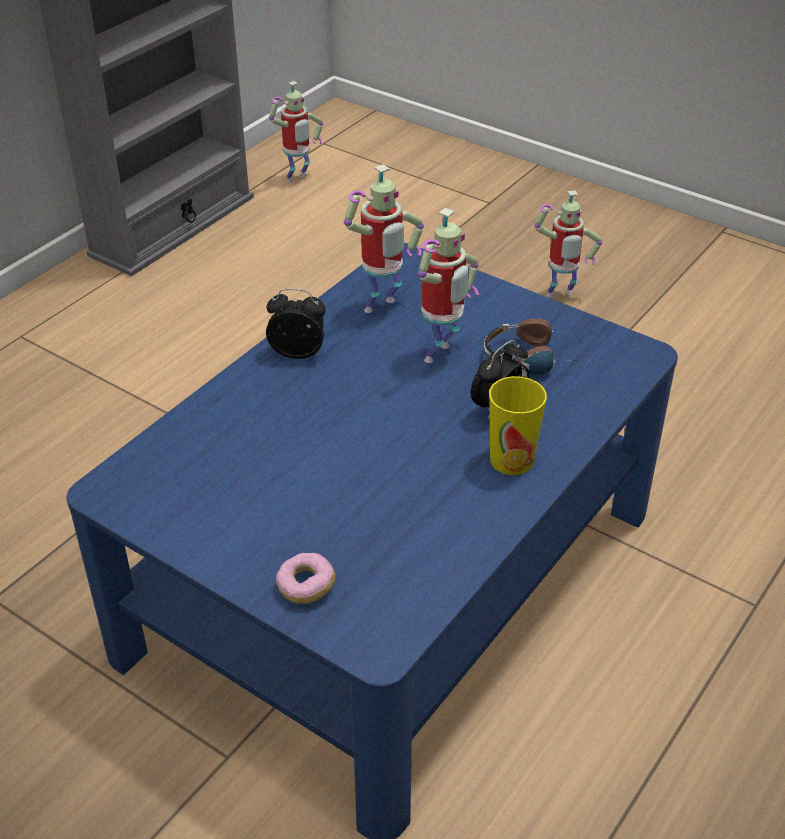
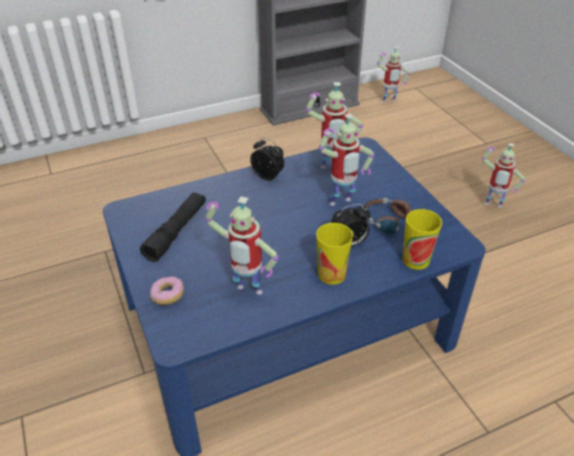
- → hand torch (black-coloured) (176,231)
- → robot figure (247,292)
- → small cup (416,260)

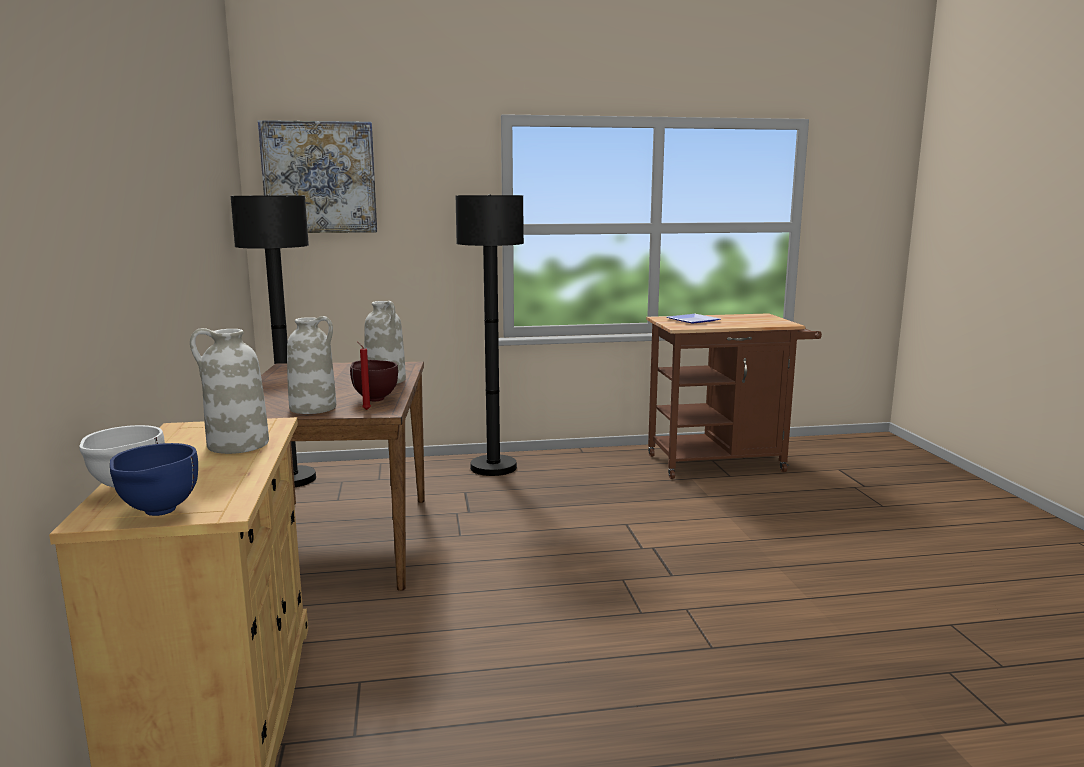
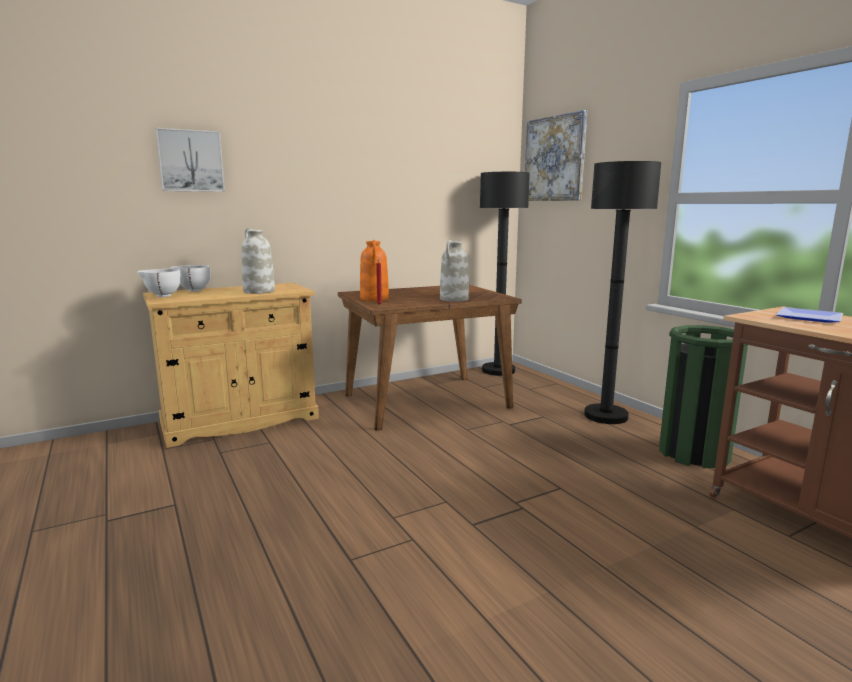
serving bowl (blue-coloured) (158,512) → serving bowl (white-coloured) (161,296)
flower vase (white-coloured) (314,408) → flower vase (orange) (374,298)
serving bowl (brown) (374,399) → -
- → wall picture (190,161)
- → waste bin (green) (694,453)

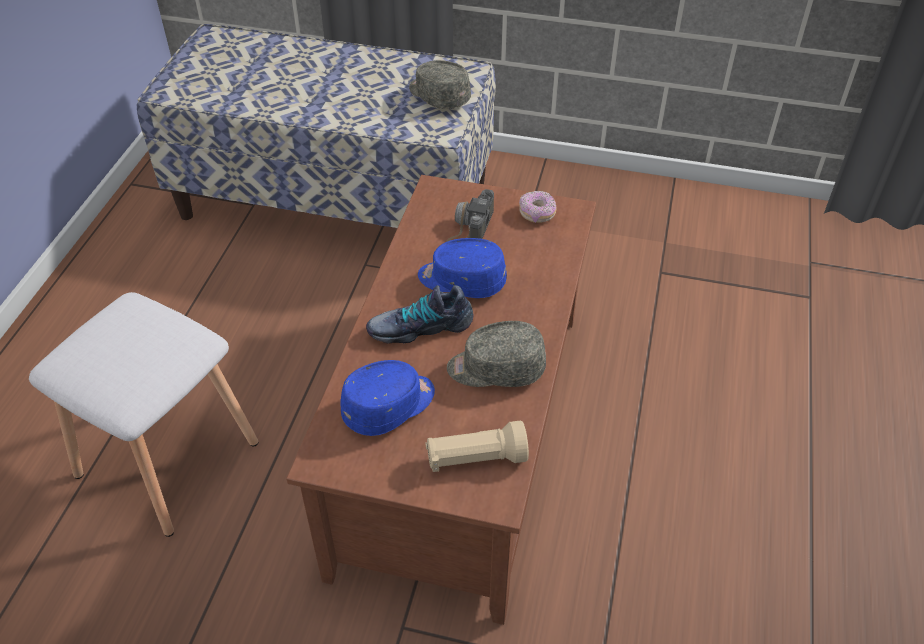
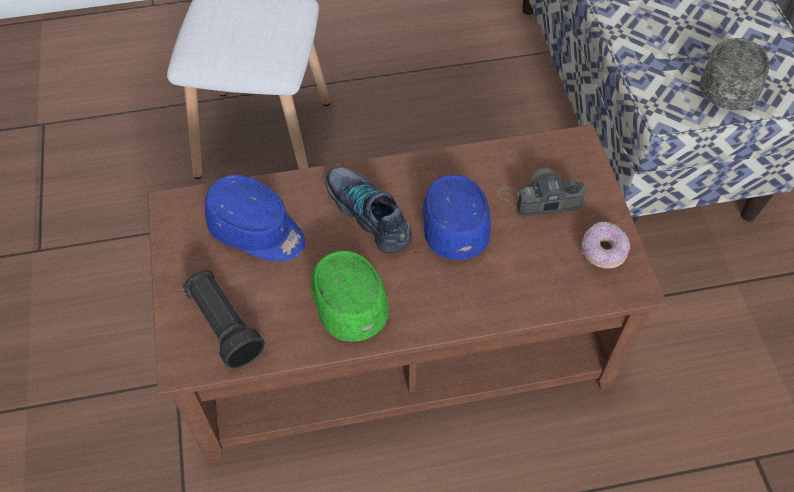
hand torch (sand-coloured) (475,459) → hand torch (black-coloured) (224,325)
cap (greyish) (495,368) → cap (green) (346,299)

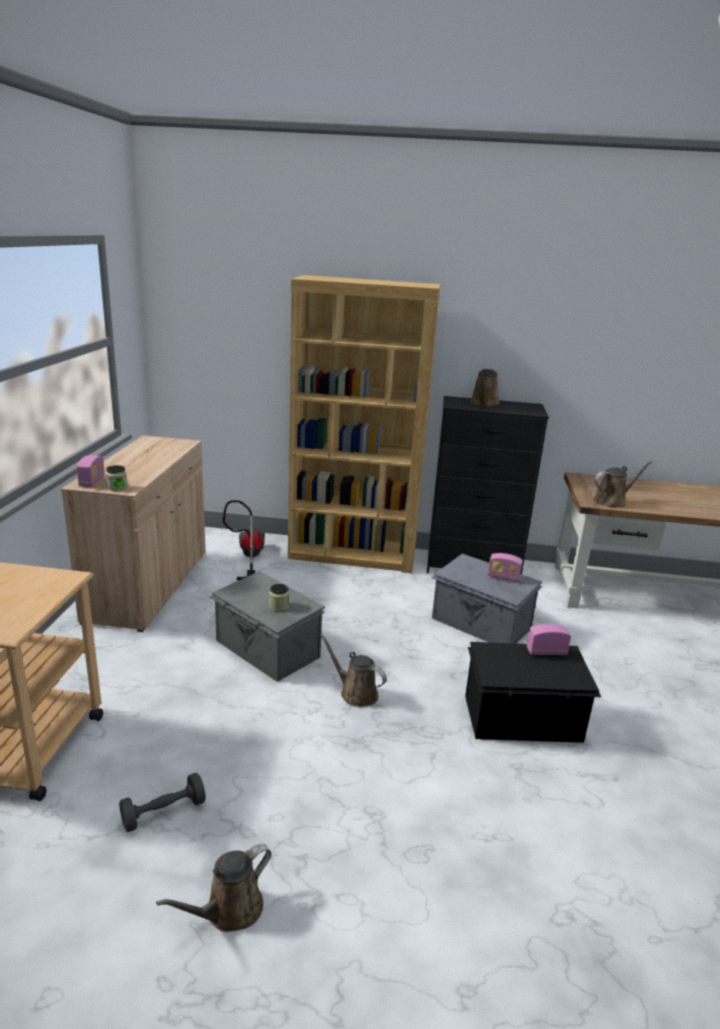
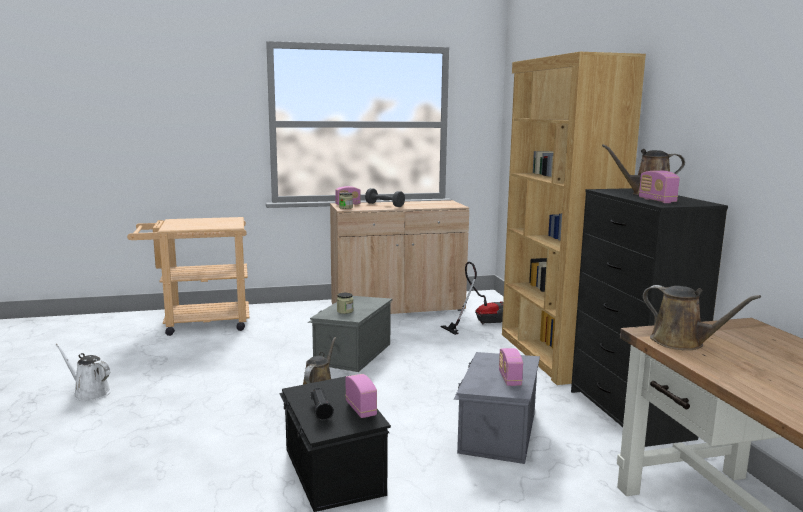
dumbbell (greyish) (163,812) → dumbbell (greyish) (384,205), move
sprinkling can (brown) (229,910) → sprinkling can (white-coloured) (89,392)
- → hand torch (black-coloured) (321,410)
- → radio (657,201)

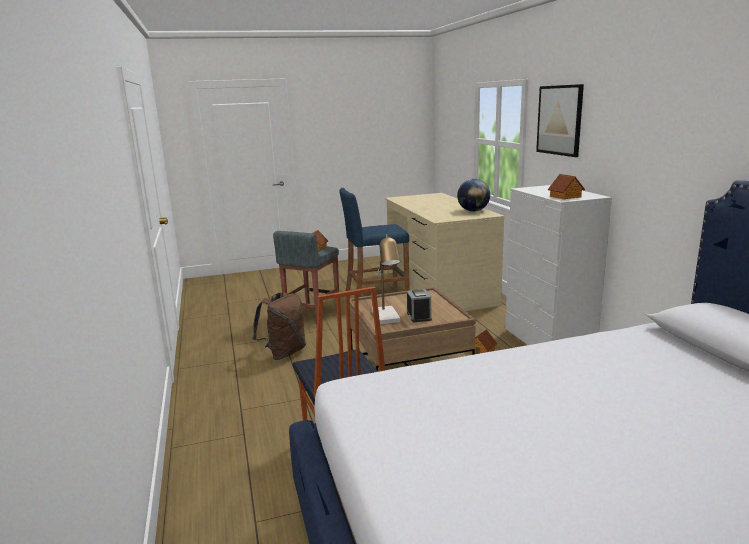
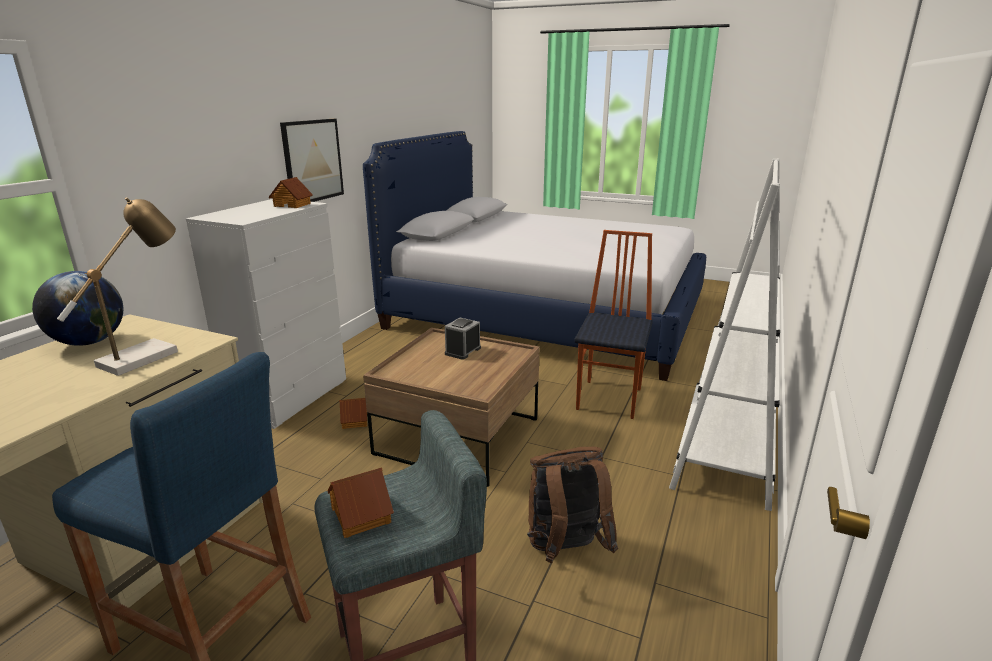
table lamp (387,318) → table lamp (146,355), move
wall picture (559,120) → wall picture (312,161), move
- → bookshelf (white-coloured) (725,450)

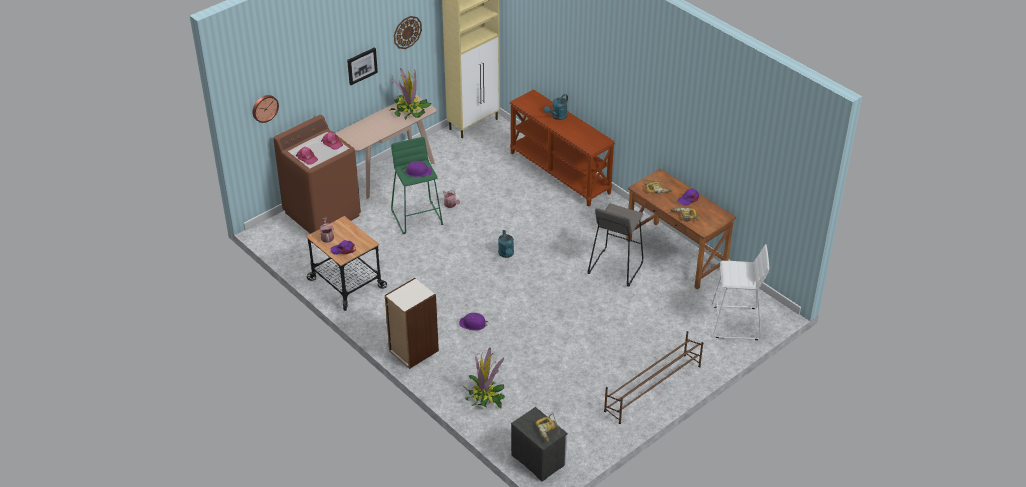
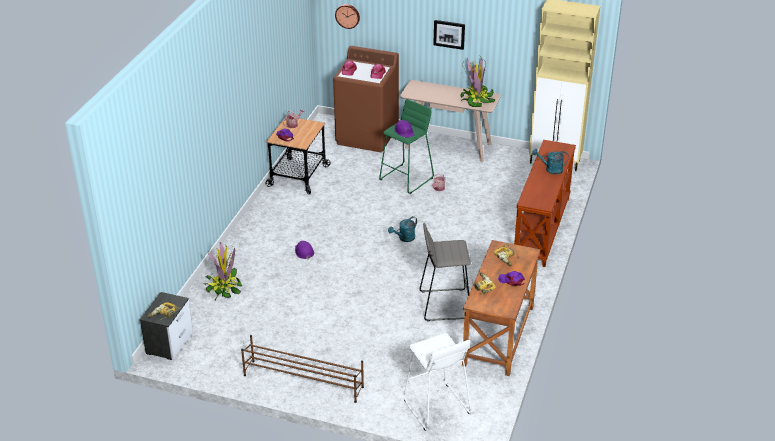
bookshelf (413,351) → -
hanging clock (407,32) → -

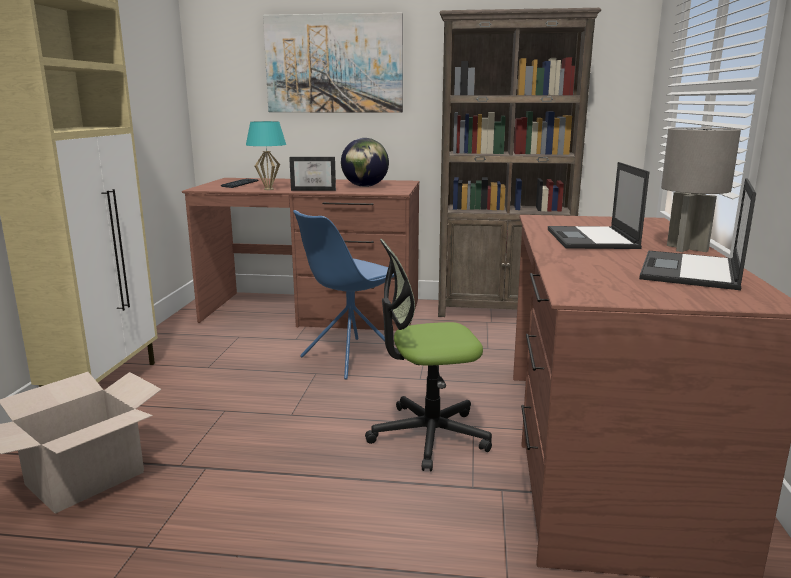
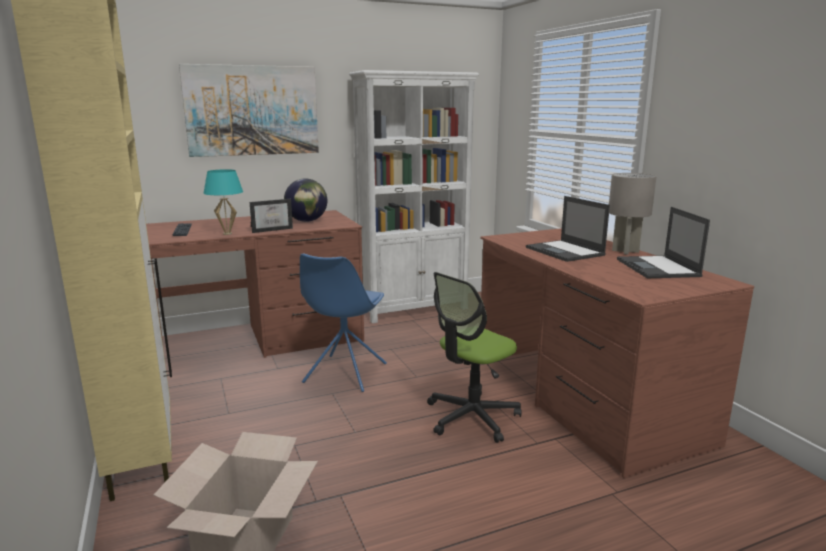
bookshelf (brown) (502,311) → bookshelf (white-coloured) (414,309)

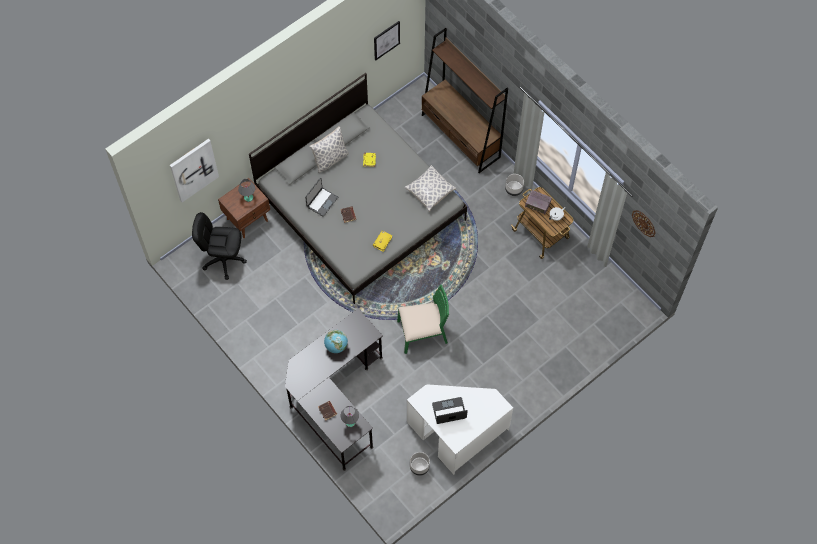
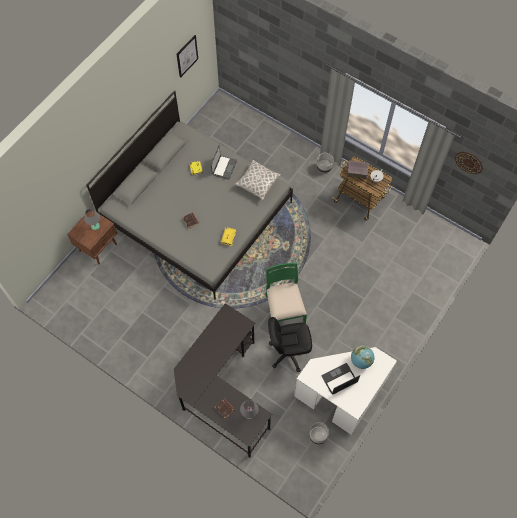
wall picture (193,169) → -
computer chair (black-coloured) (224,259) → computer chair (black-coloured) (288,352), move
notebook computer (322,202) → notebook computer (223,167), move
cushion (330,159) → -
globe (336,346) → globe (361,361), move
plain chair (green) (423,332) → plain chair (green) (284,310), 75 degrees counterclockwise
bookshelf (brown) (460,136) → -

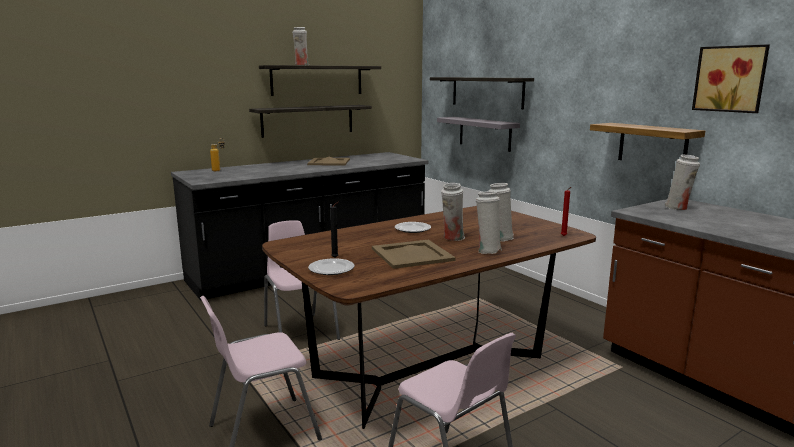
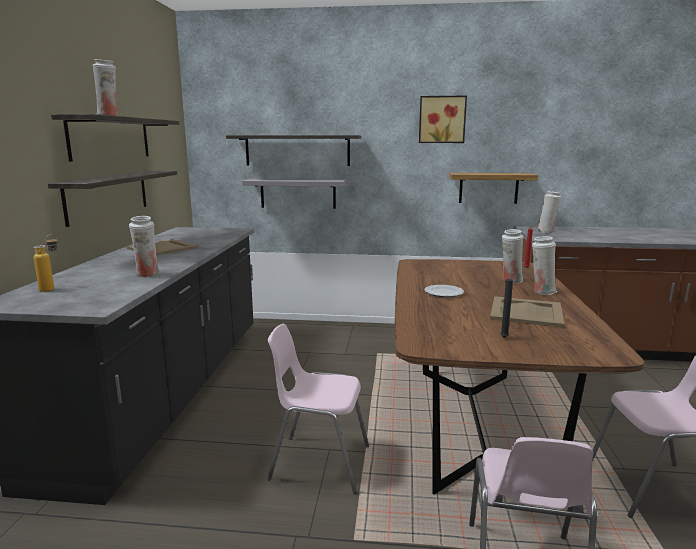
dinner plate (331,269) → -
flower vase (white-coloured) (452,238) → flower vase (white-coloured) (147,275), move
wall picture (730,79) → wall picture (442,119), move

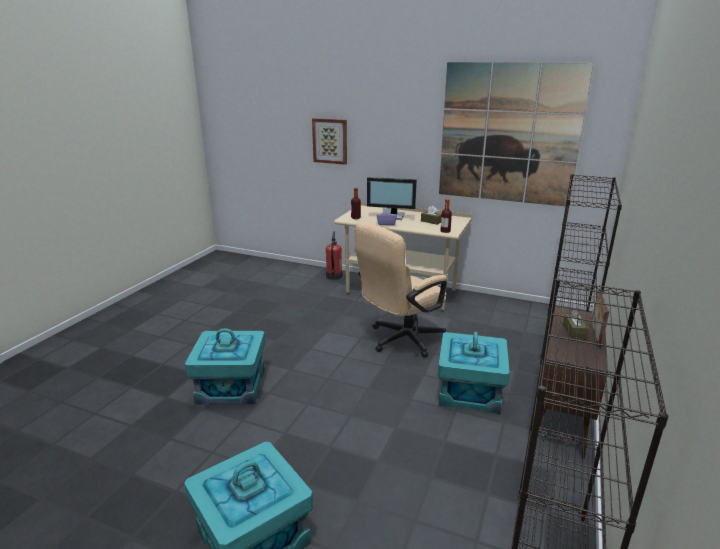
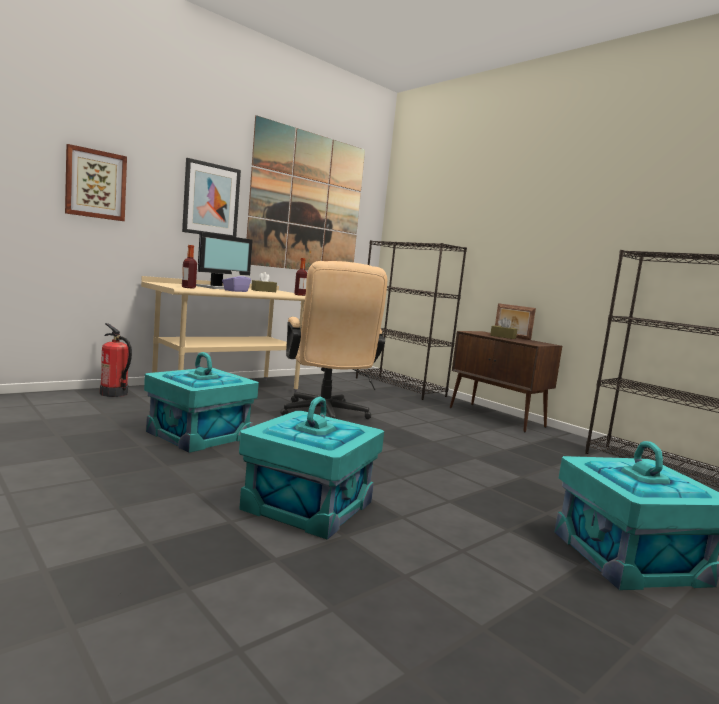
storage container (turquoise-coloured) (470,391) → storage container (turquoise-coloured) (199,435), move
- → wall picture (211,200)

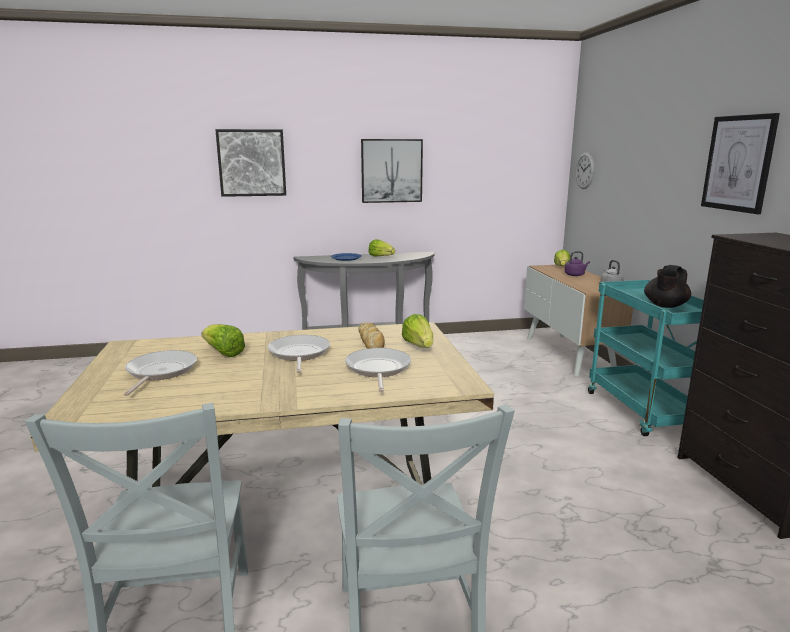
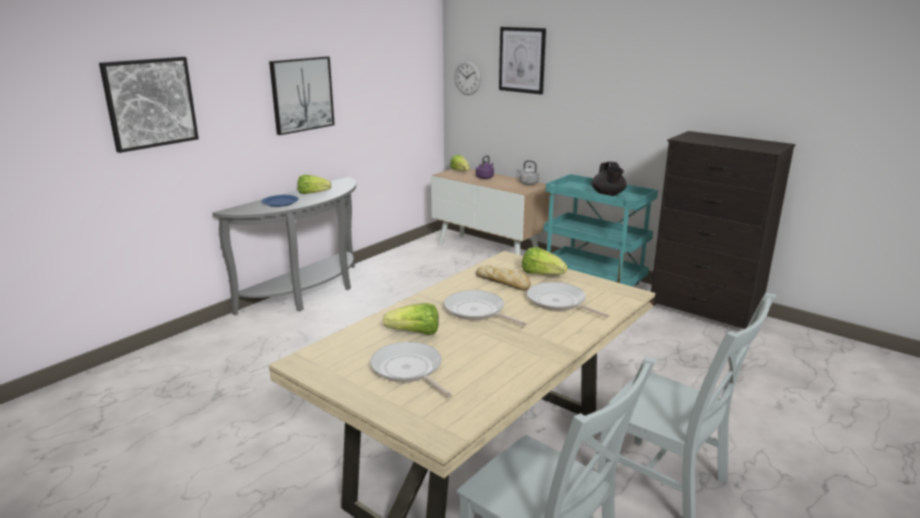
wall picture (738,163) → wall picture (522,60), move

